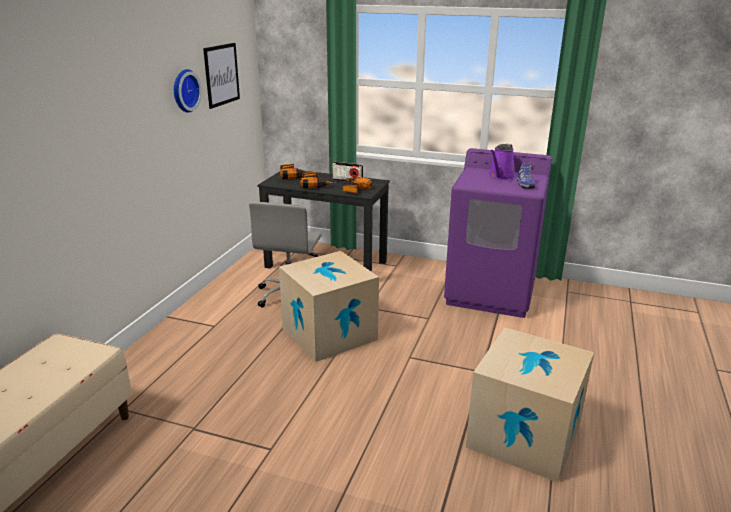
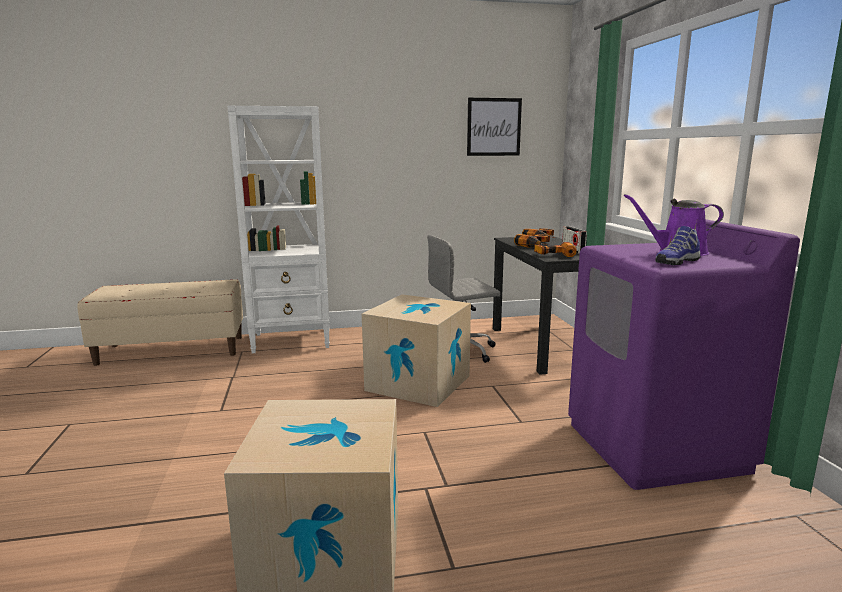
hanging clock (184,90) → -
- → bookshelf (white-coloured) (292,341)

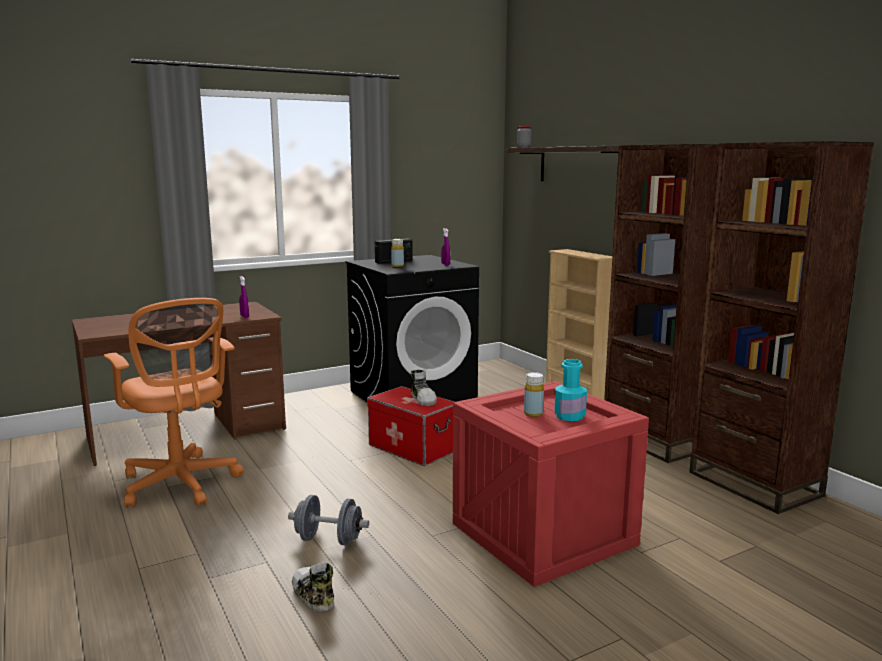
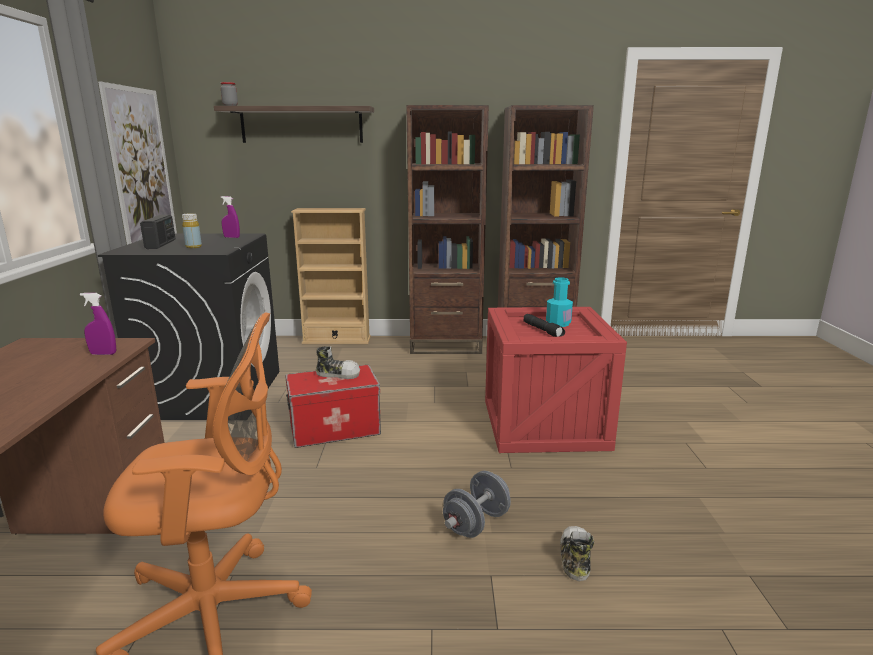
item of footwear (313,596) → item of footwear (574,558), 105 degrees clockwise
beverage bottle (yellowish) (533,414) → hand torch (black-coloured) (543,330)
- → wall picture (141,167)

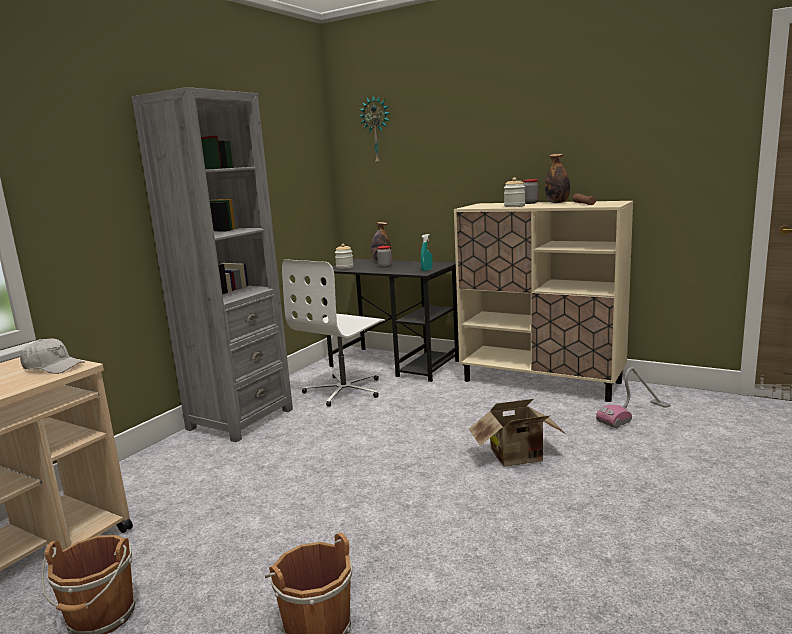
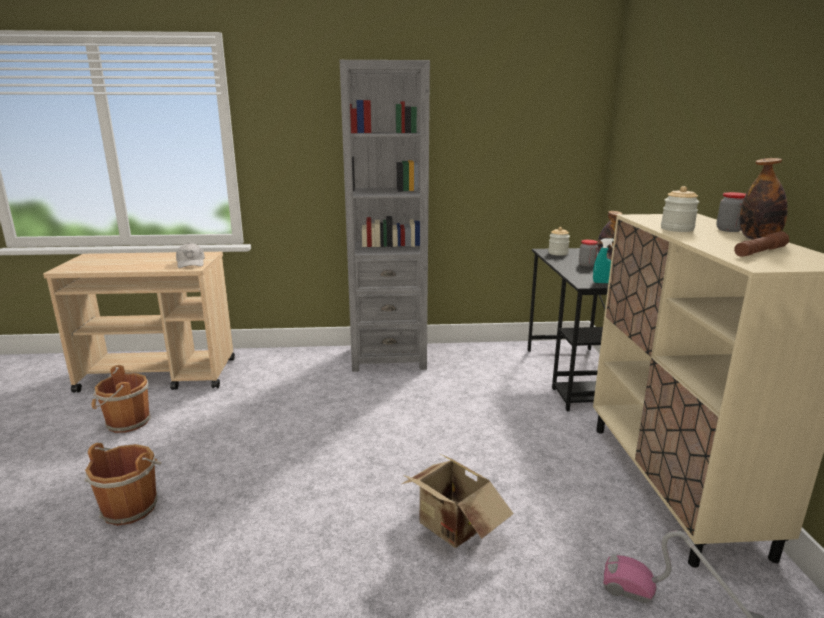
computer chair (white-coloured) (345,390) → -
hanging clock (377,130) → -

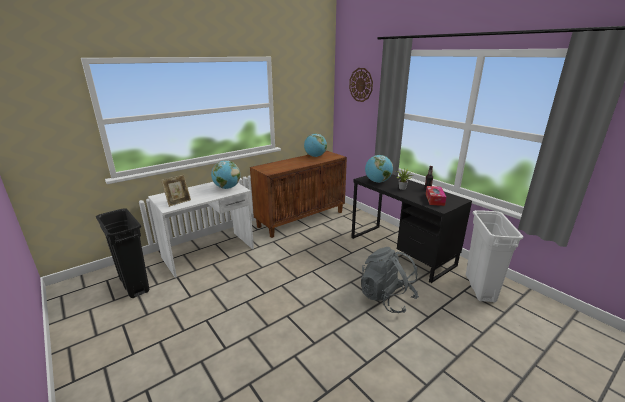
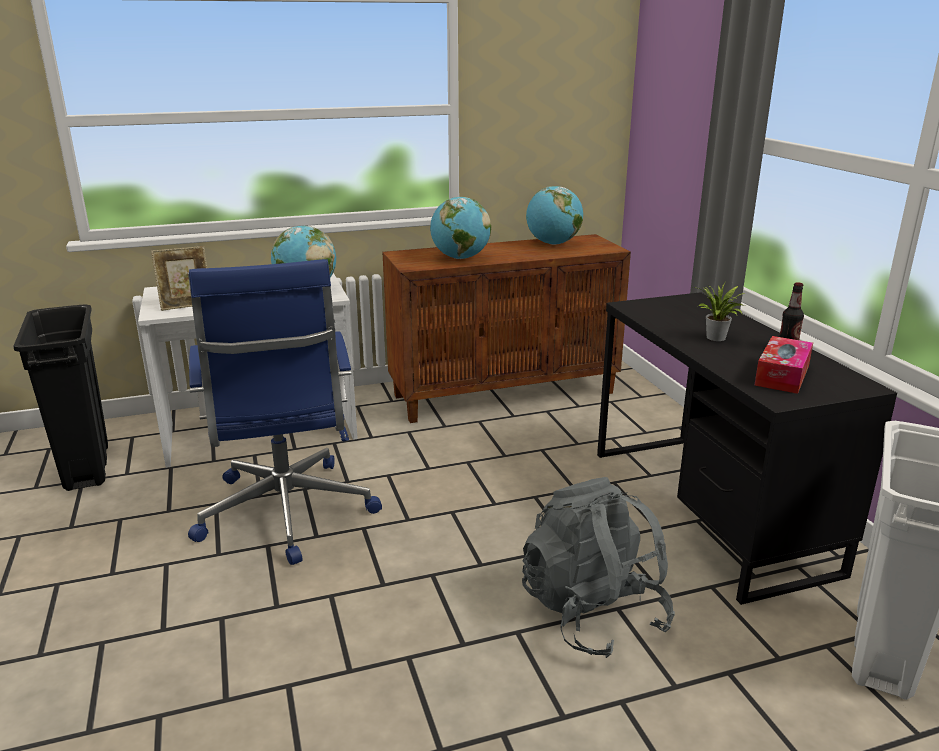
hanging clock (361,85) → -
globe (377,182) → globe (460,258), move
- → computer chair (blue-coloured) (286,514)

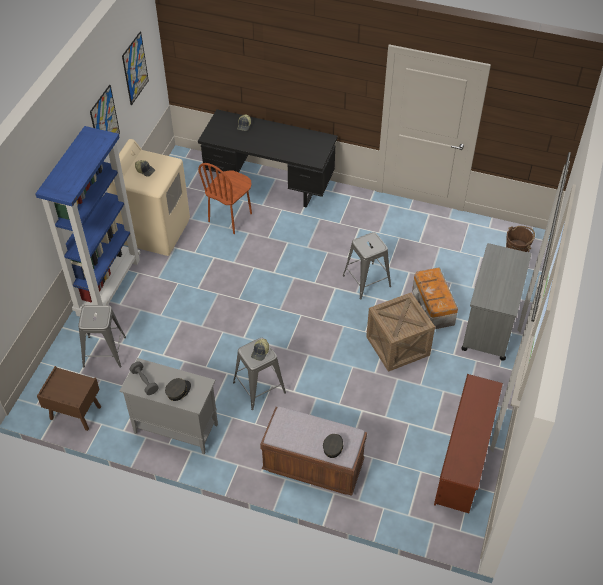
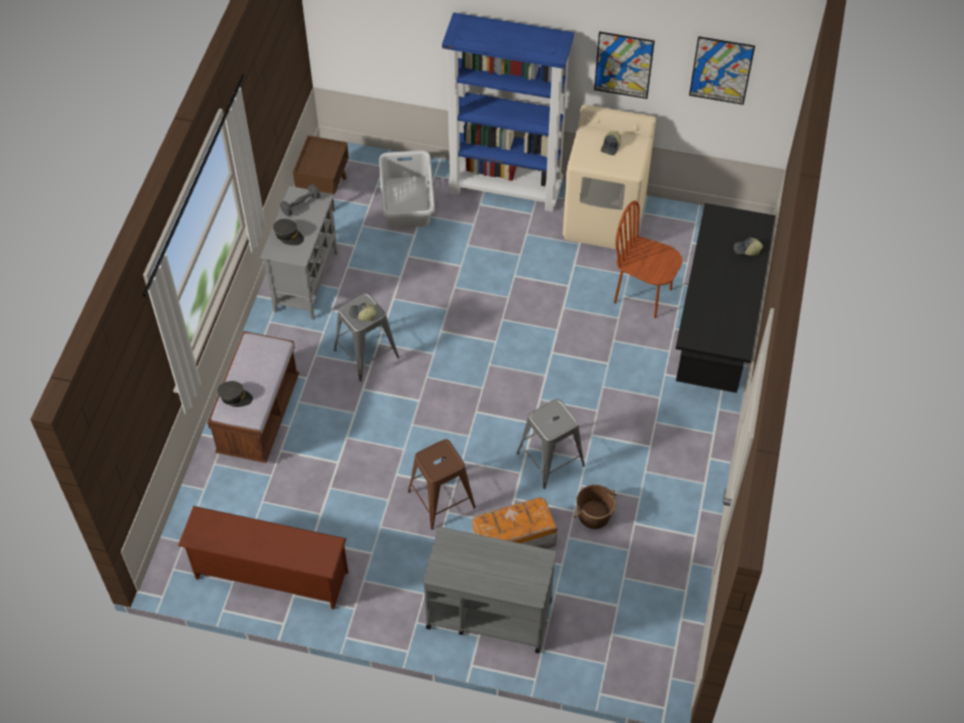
stool (greyish) (104,352) → washing basket (greyish) (408,202)
packing crate (397,346) → stool (brown) (441,499)
pail (brown) (517,249) → pail (brown) (594,516), move

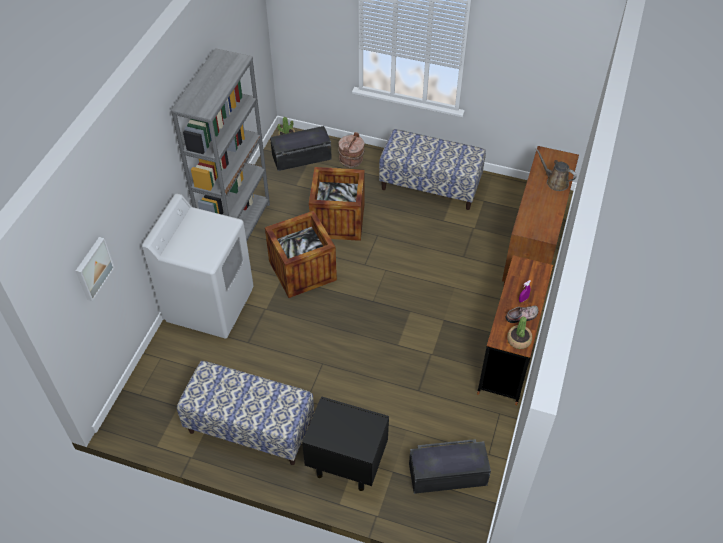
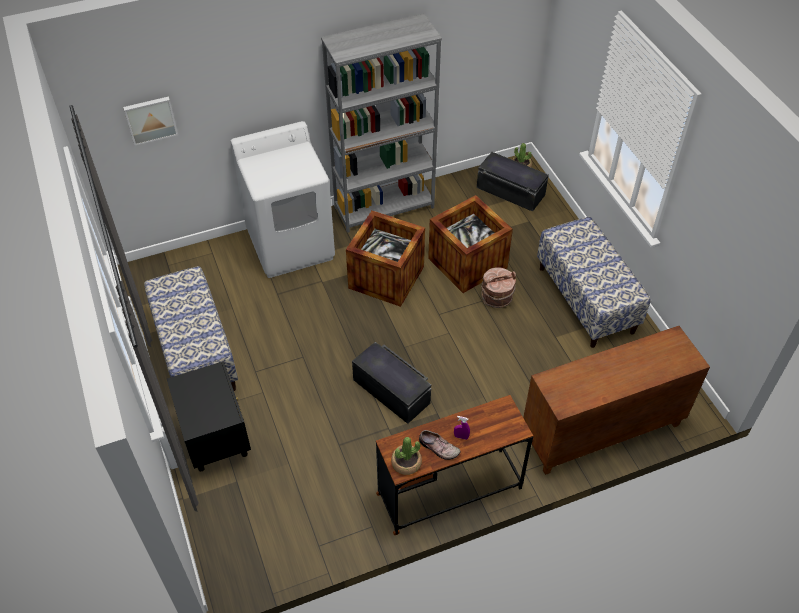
pail (brown) (351,160) → pail (brown) (496,298), move
storage container (black-coloured) (447,473) → storage container (black-coloured) (392,390), move
sprinkling can (brown) (555,182) → -

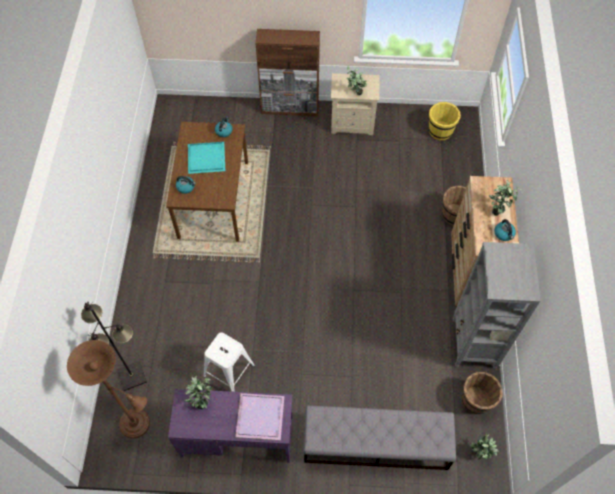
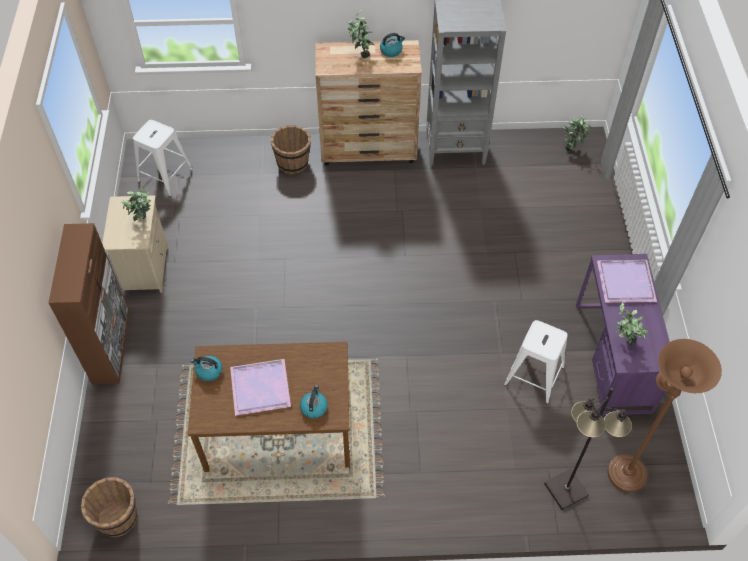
carrying tray (turquoise-coloured) (207,159) → carrying tray (purple) (261,386)
bench (greyish) (375,444) → -
pail (yellowish) (440,131) → stool (white-coloured) (165,175)
pail (brown) (476,400) → pail (brown) (118,518), move

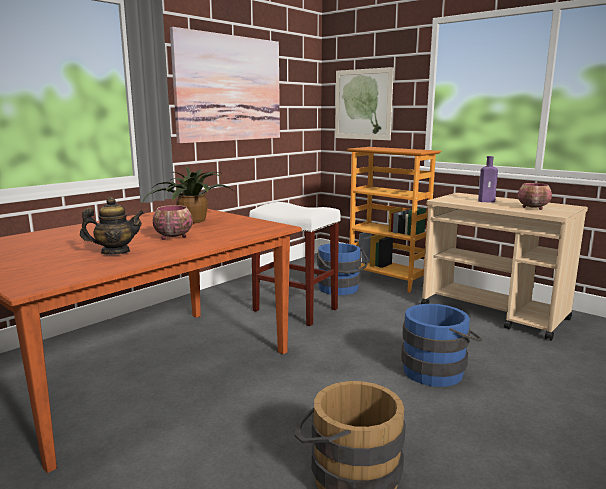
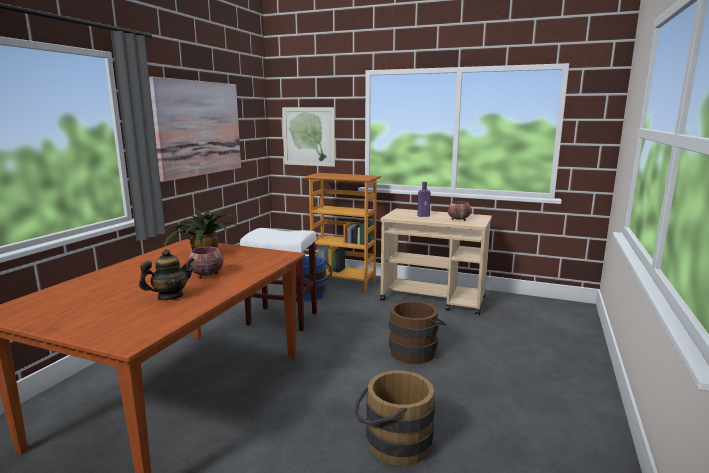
pail (blue-coloured) (438,370) → pail (brown) (415,351)

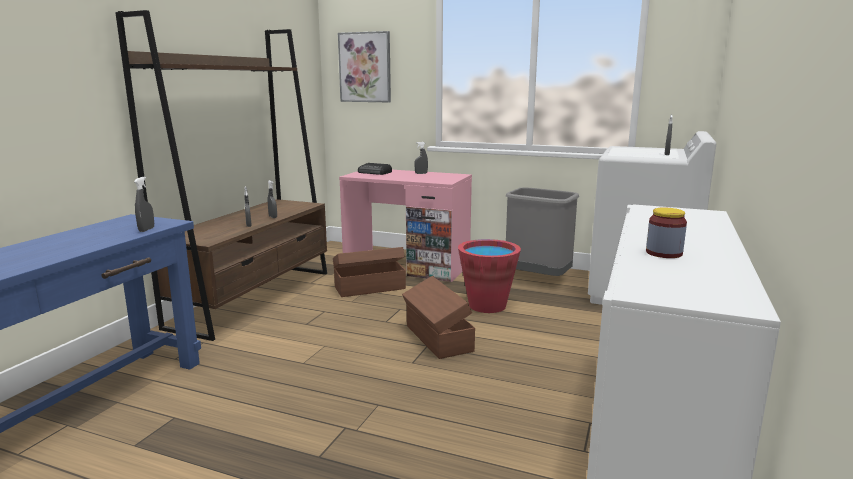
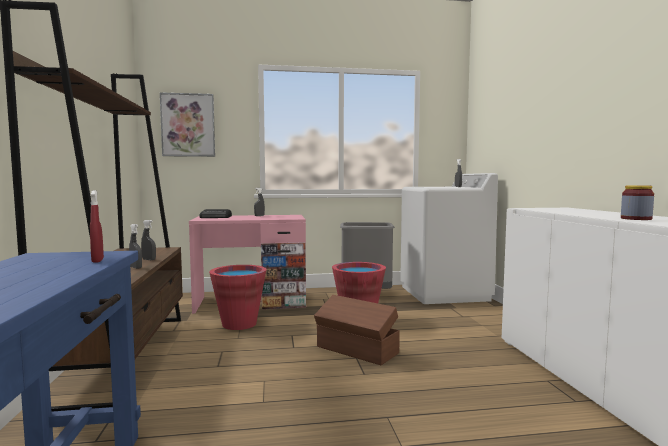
sprayer (greyish) (146,229) → sprayer (red) (97,260)
storage container (brown) (369,287) → pail (red) (239,324)

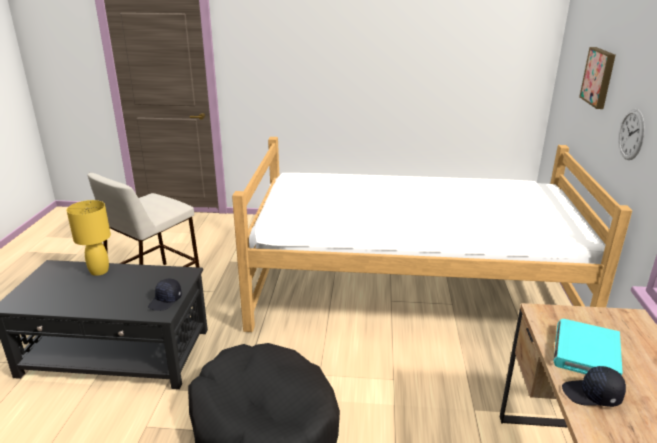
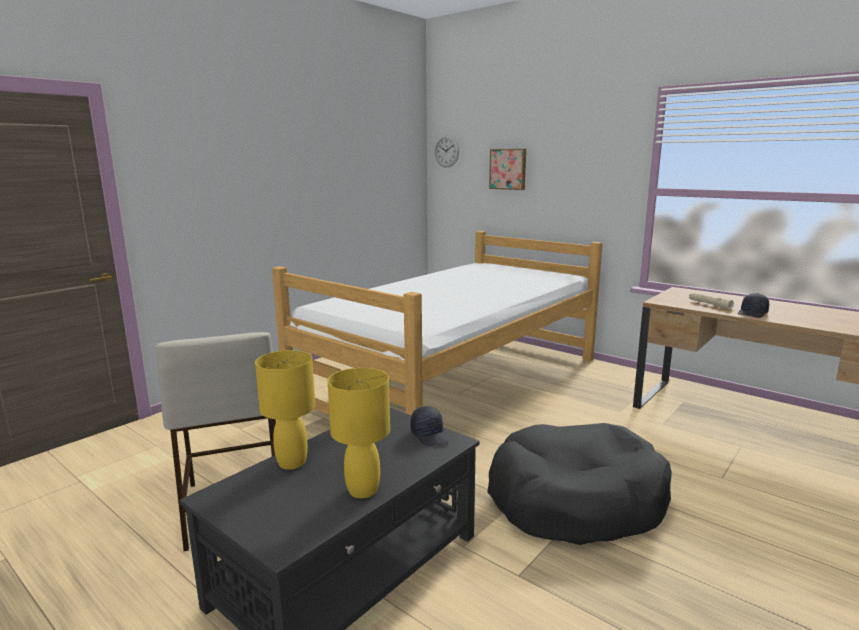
volume (turquoise-coloured) (585,352) → hand torch (sand-coloured) (709,304)
hanging clock (631,134) → hanging clock (446,151), move
- → table lamp (yellowish) (363,490)

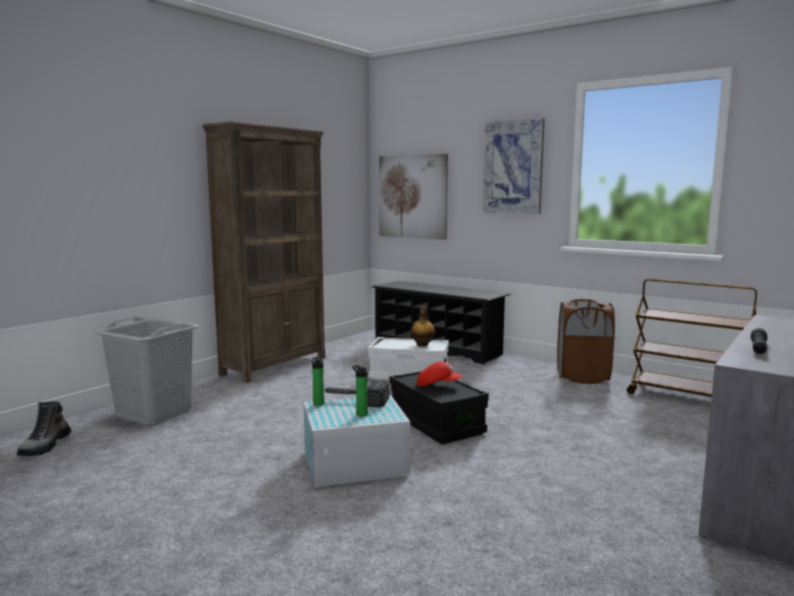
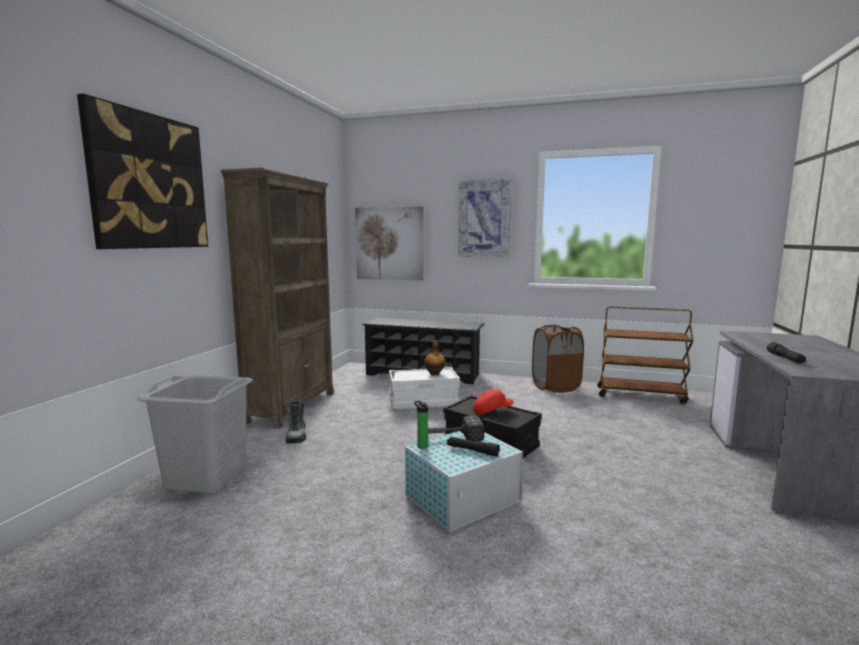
tall boot (45,446) → tall boot (296,436), move
beverage bottle (360,414) → hand torch (black-coloured) (472,451)
- → wall picture (149,182)

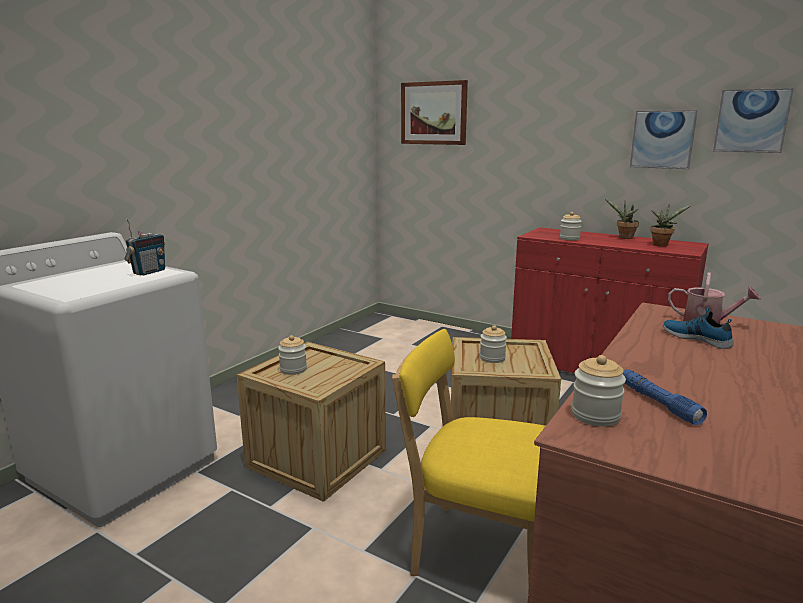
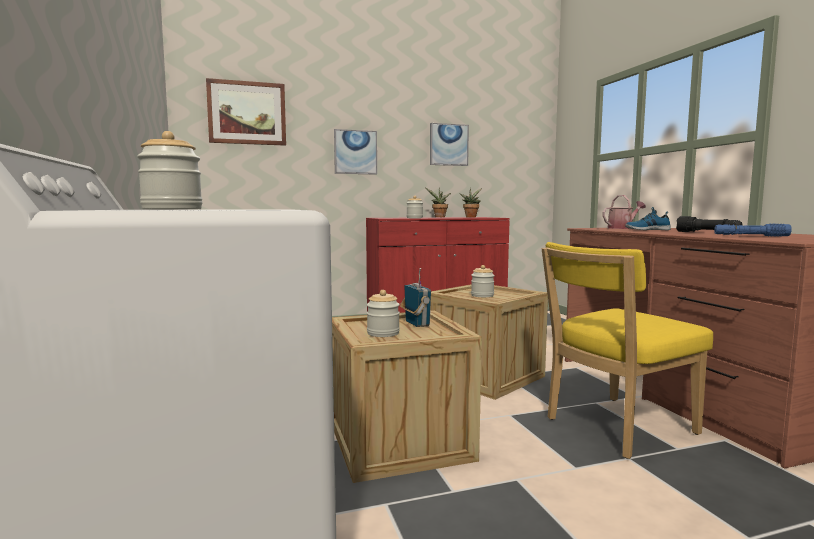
radio (149,272) → radio (416,323), move
preserve jar (595,415) → preserve jar (172,209), move
wall picture (751,121) → wall picture (355,152), move
- → hand torch (black-coloured) (708,232)

